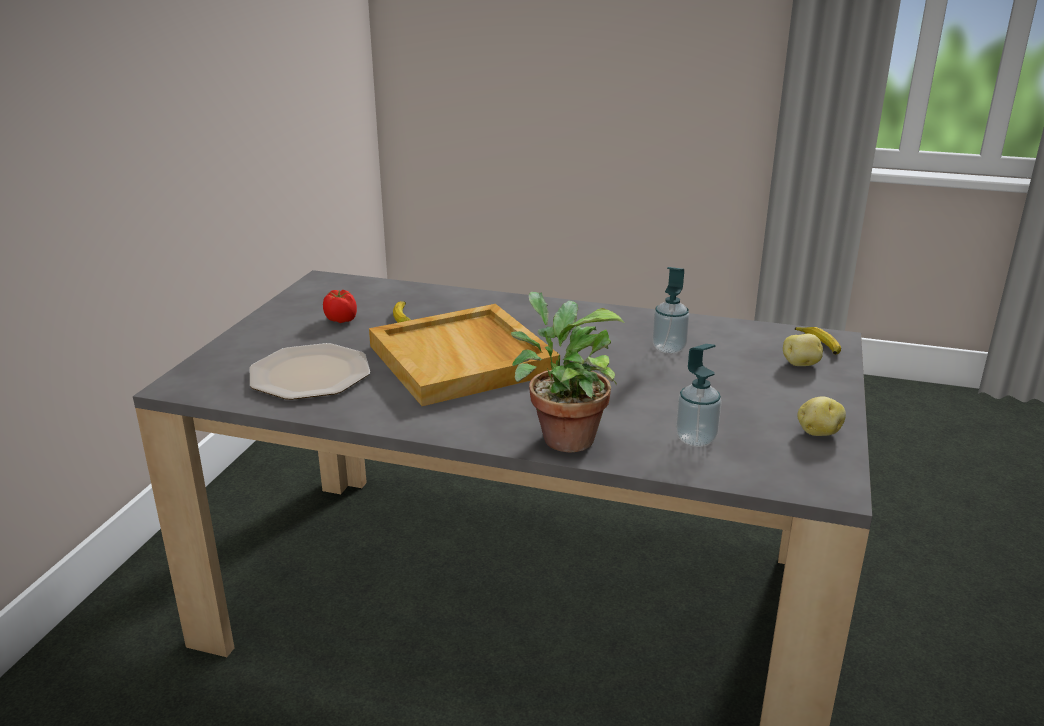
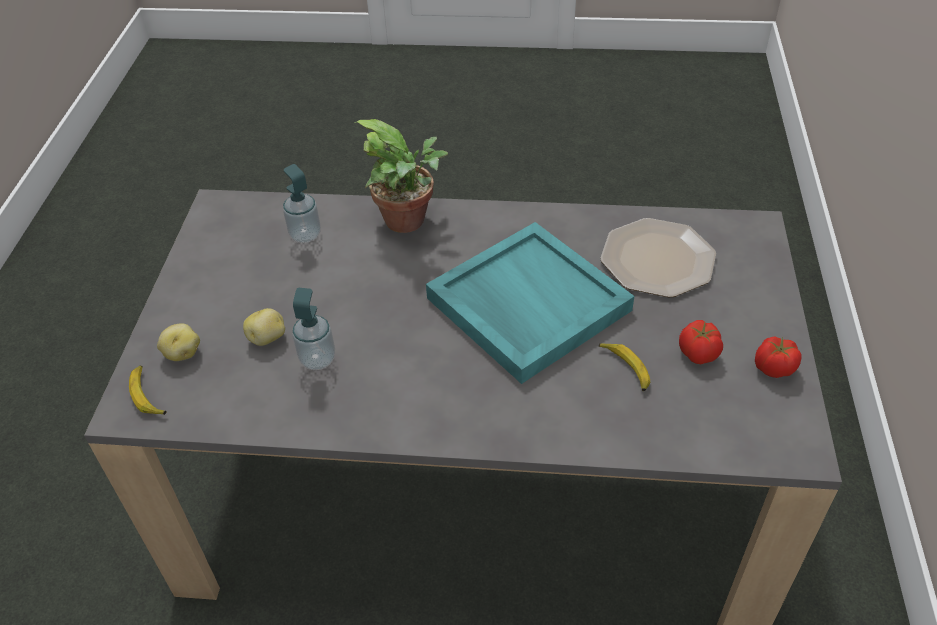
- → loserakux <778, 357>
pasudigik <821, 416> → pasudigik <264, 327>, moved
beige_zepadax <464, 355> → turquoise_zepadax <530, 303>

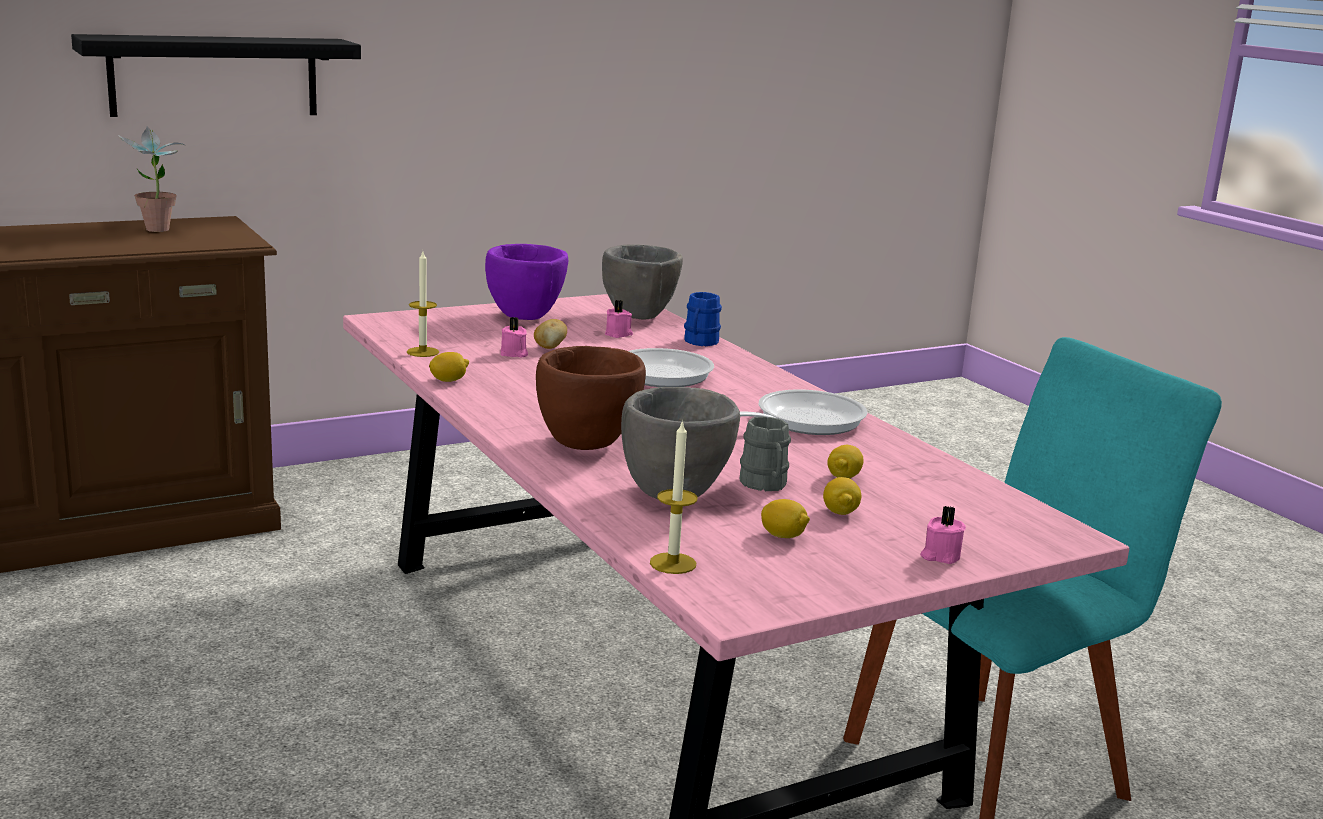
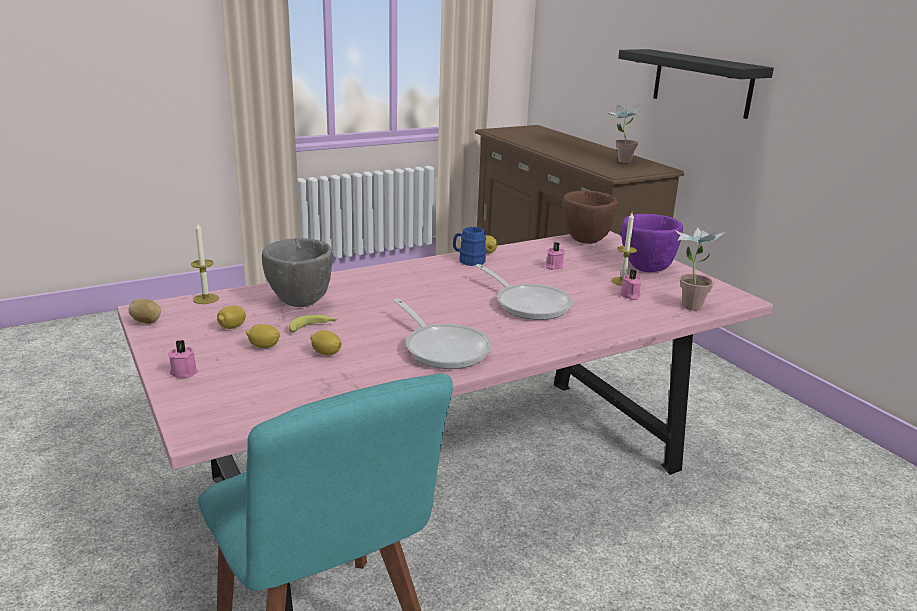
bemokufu <423, 304> → bemokufu <624, 249>, moved
pasudigik <550, 334> → pasudigik <144, 311>, moved
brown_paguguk <591, 398> → brown_paguguk <590, 217>, moved
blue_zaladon <703, 319> → blue_zaladon <470, 246>, moved
grey_paguguk <642, 281> → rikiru <702, 268>
grey_zaladon <765, 453> → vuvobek <313, 324>

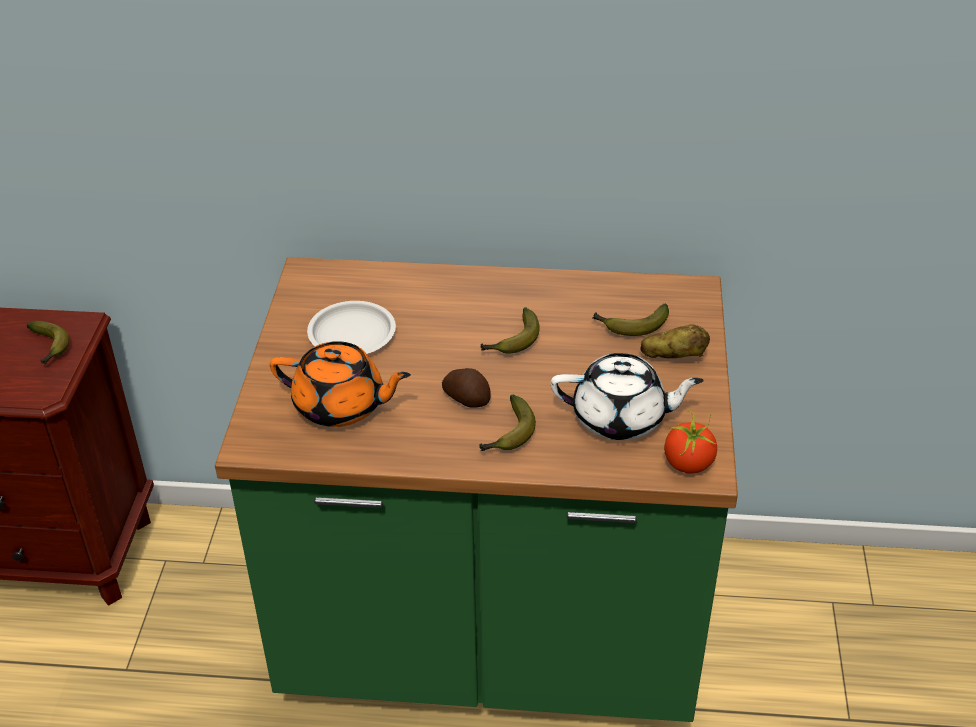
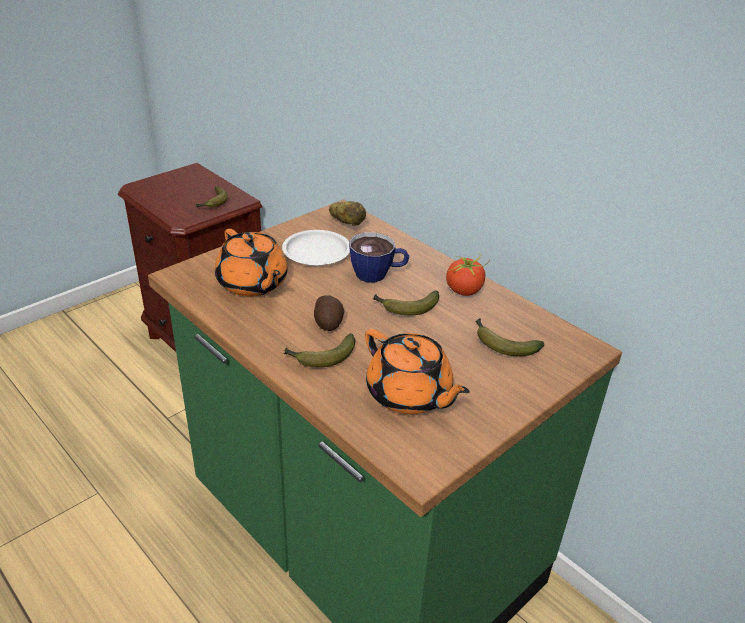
- → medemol <379, 257>
pasudigik <675, 341> → pasudigik <347, 213>, moved
loserakux <690, 441> → loserakux <468, 274>, moved
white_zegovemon <627, 396> → orange_zegovemon <417, 371>

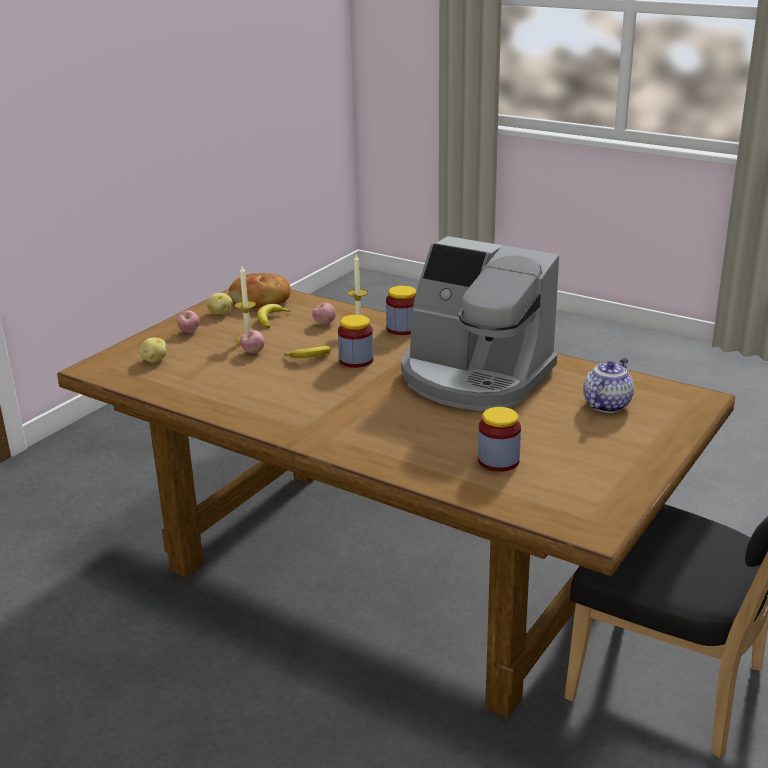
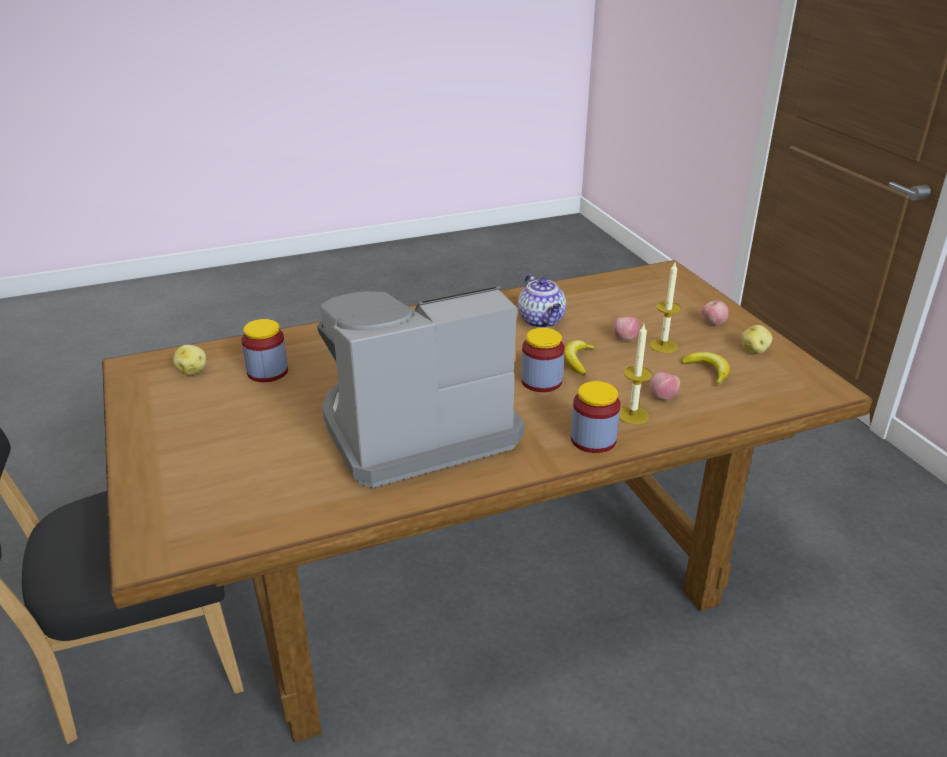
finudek <260, 290> → -
pasudigik <152, 350> → pasudigik <189, 360>, moved
zegovemon <608, 385> → zegovemon <542, 301>, moved

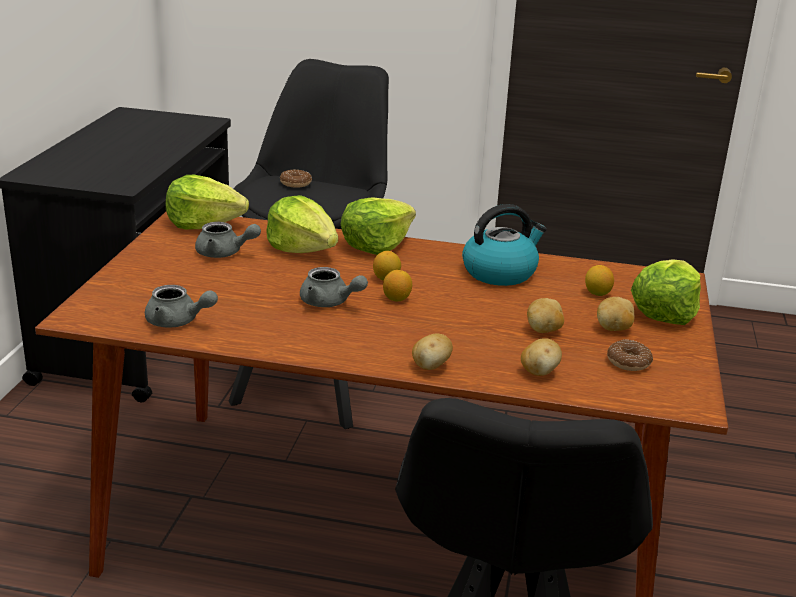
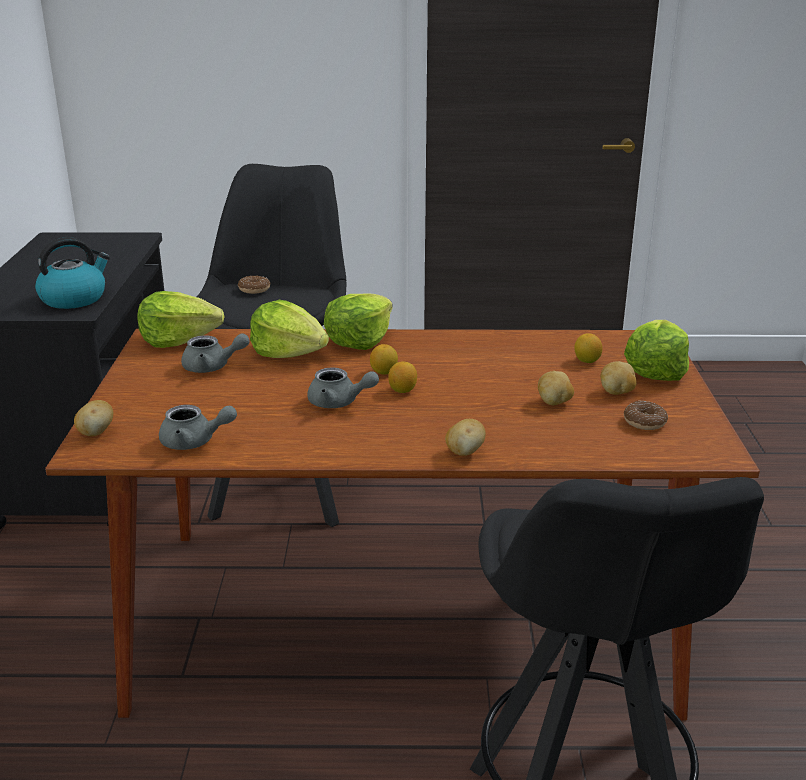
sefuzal <504, 245> → sefuzal <72, 273>, moved
pasudigik <541, 357> → pasudigik <93, 418>, moved

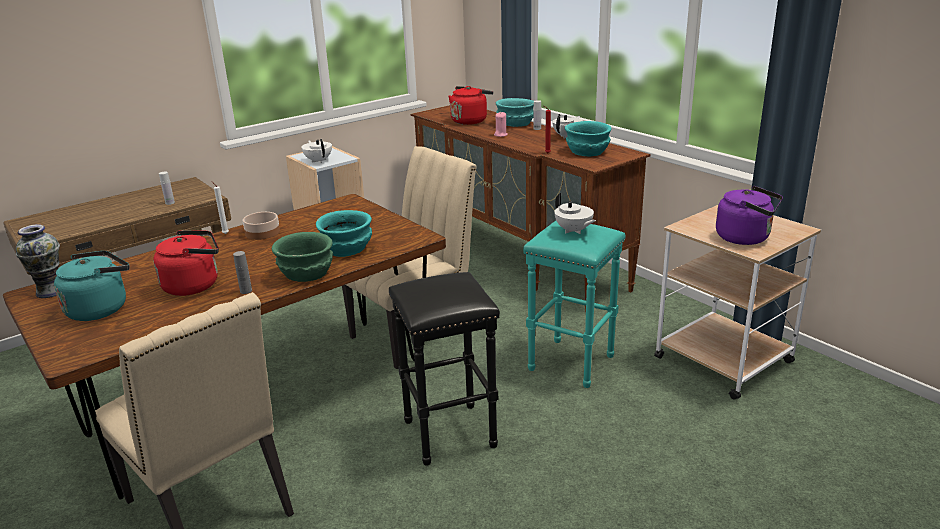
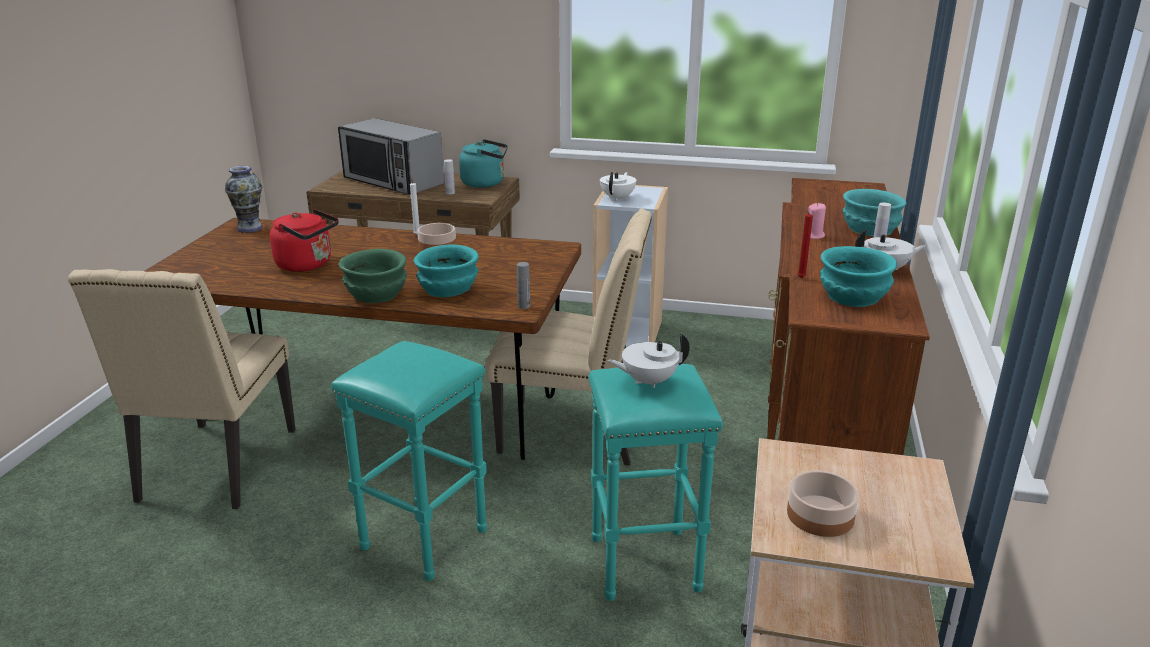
red_sefuzal <471, 105> → -
- → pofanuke <391, 156>
turquoise_sefuzal <92, 286> → turquoise_sefuzal <483, 163>, moved
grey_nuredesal <242, 272> → grey_nuredesal <523, 285>, moved
purple_sefuzal <749, 215> → paguguk <823, 504>
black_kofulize <444, 369> → turquoise_kofulize <409, 461>
white_zegovemon <575, 213> → white_zegovemon <648, 360>, 60 degrees clockwise

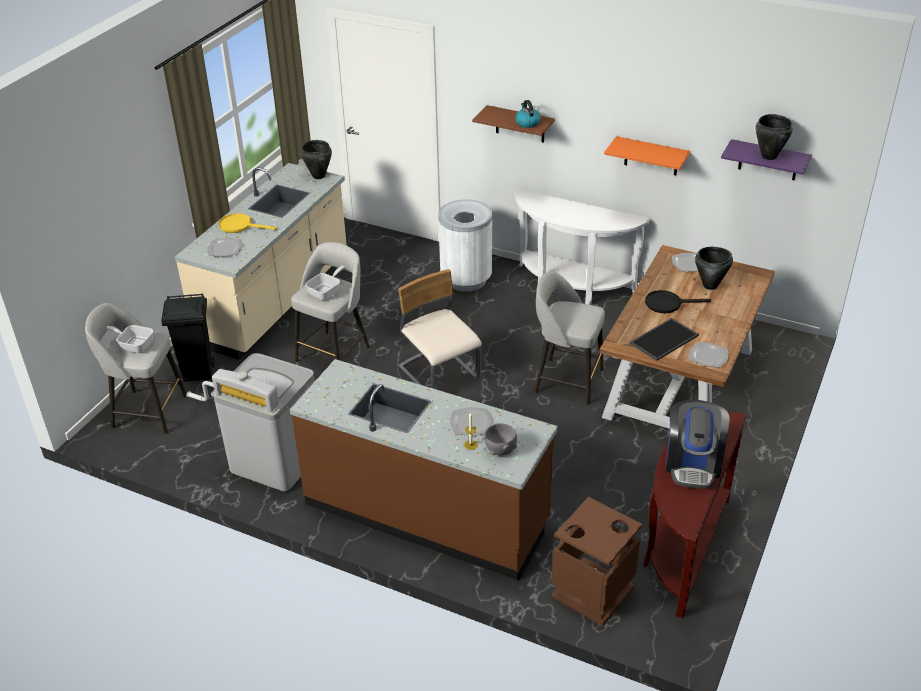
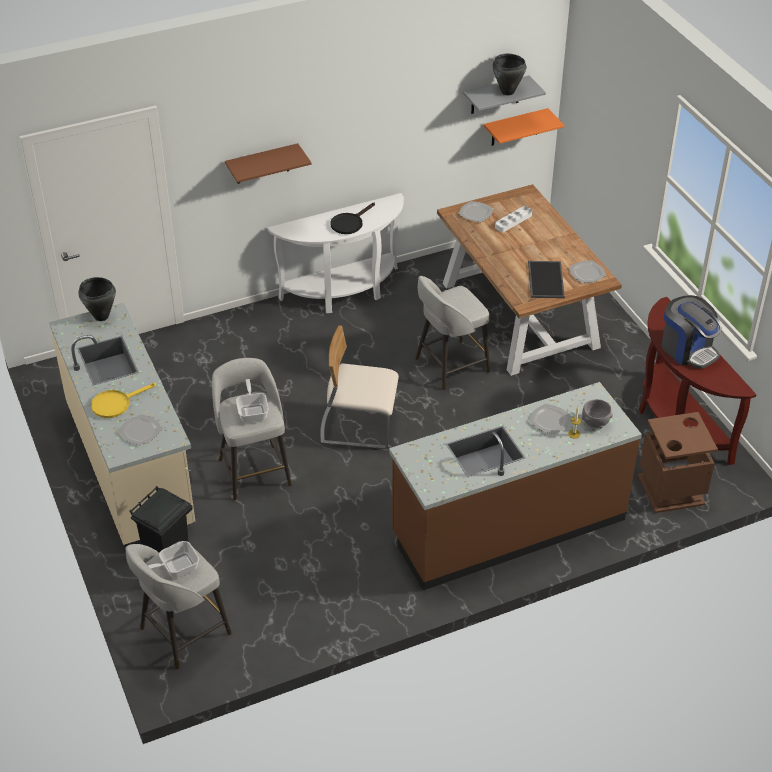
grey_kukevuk <251, 422> → -
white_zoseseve <465, 245> → -
sefuzal <528, 114> → -
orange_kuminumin <647, 155> → orange_kuminumin <524, 127>, moved
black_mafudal <678, 301> → black_mafudal <352, 218>, moved
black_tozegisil <714, 268> → white_zepadax <513, 219>
purple_kuminumin <766, 159> → grey_kuminumin <504, 95>

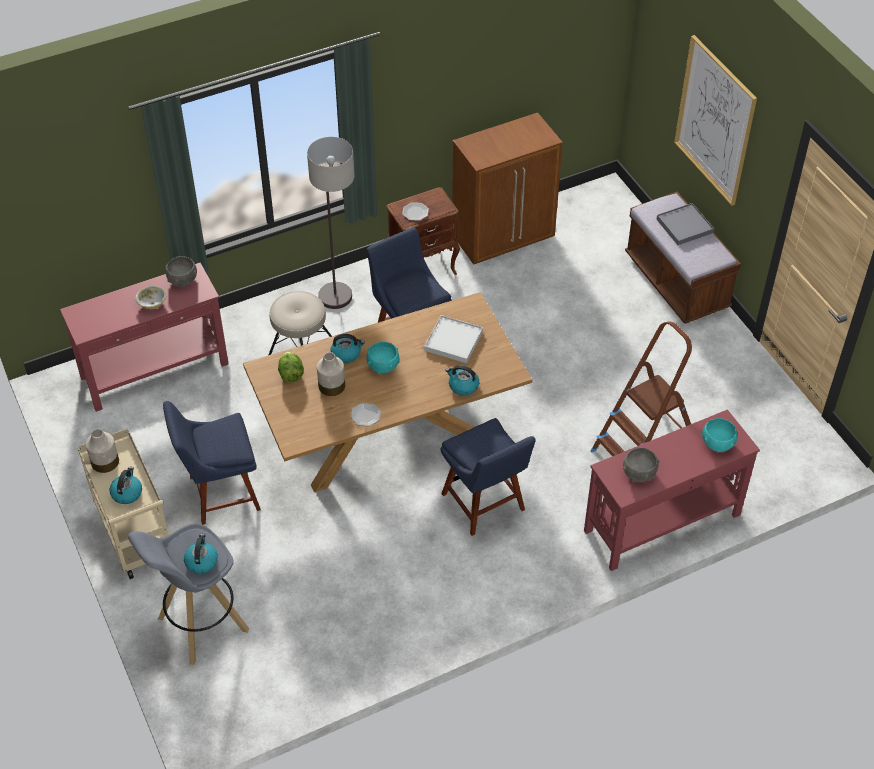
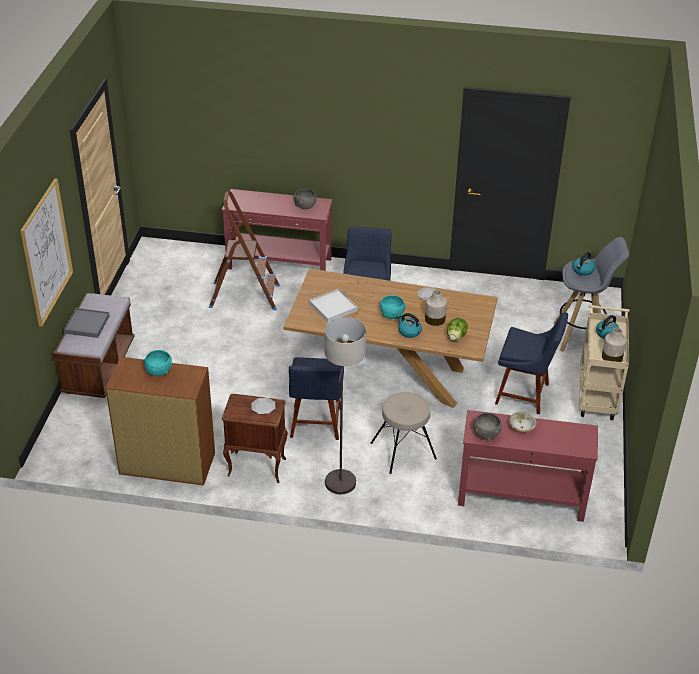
sefuzal <462, 380> → -
turquoise_paguguk <719, 435> → turquoise_paguguk <157, 363>, moved

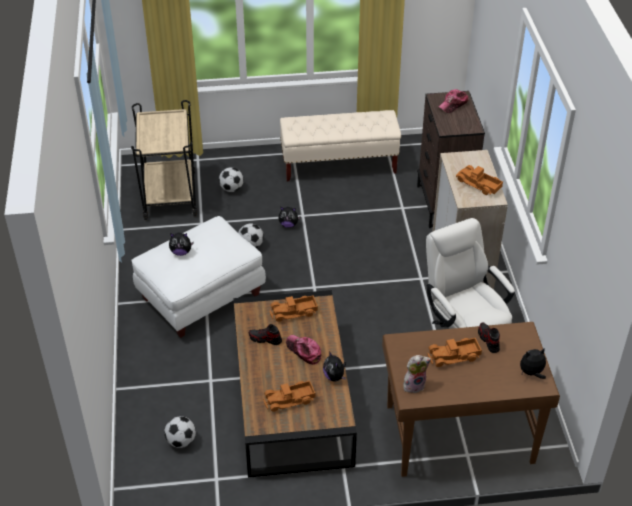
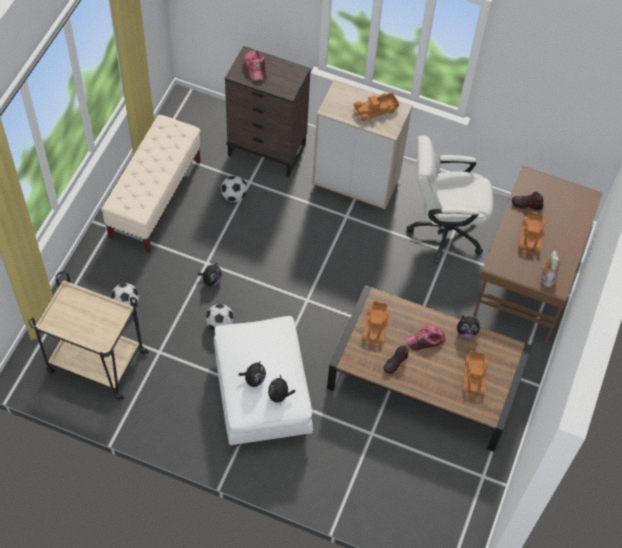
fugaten <180, 432> → fugaten <234, 189>, moved
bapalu <533, 363> → bapalu <281, 390>, moved

